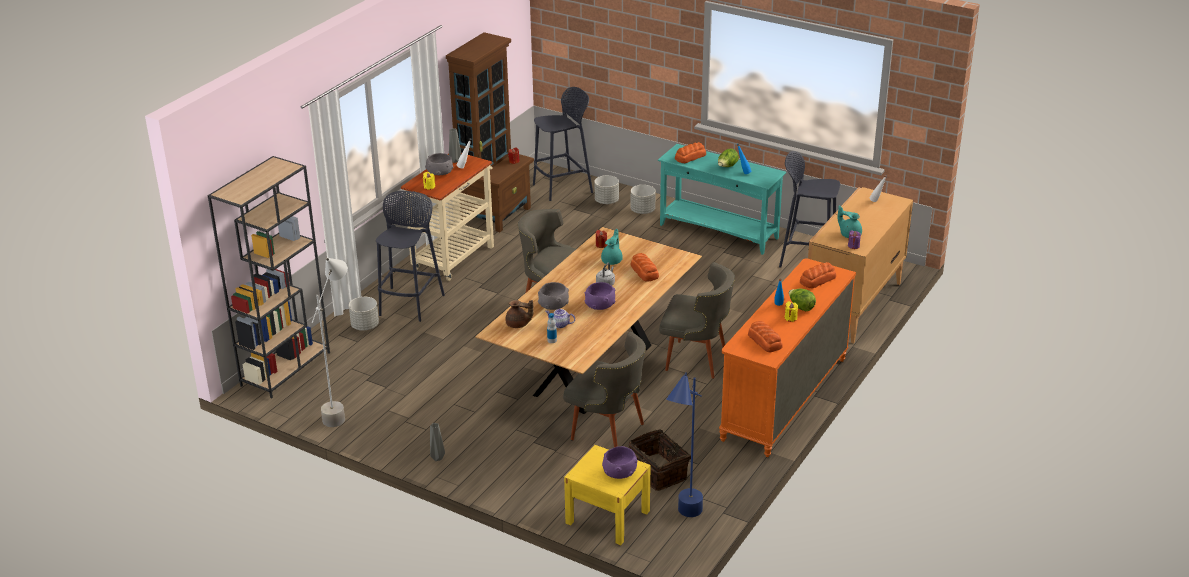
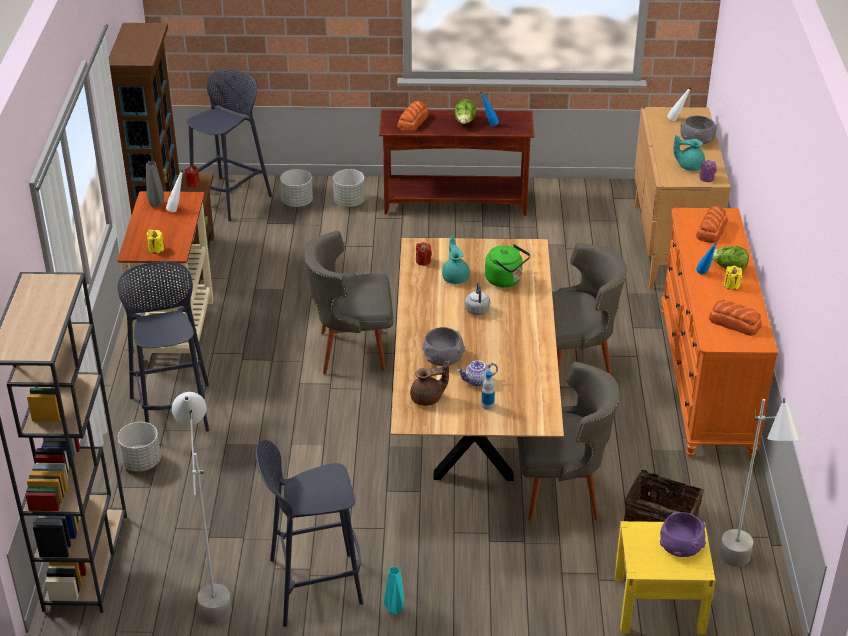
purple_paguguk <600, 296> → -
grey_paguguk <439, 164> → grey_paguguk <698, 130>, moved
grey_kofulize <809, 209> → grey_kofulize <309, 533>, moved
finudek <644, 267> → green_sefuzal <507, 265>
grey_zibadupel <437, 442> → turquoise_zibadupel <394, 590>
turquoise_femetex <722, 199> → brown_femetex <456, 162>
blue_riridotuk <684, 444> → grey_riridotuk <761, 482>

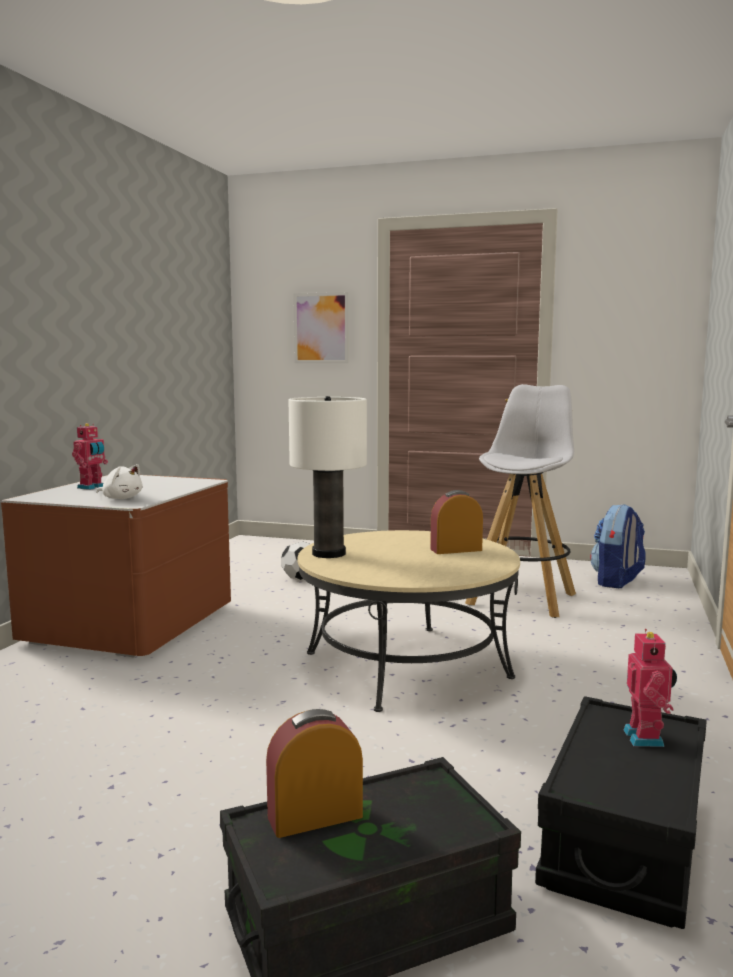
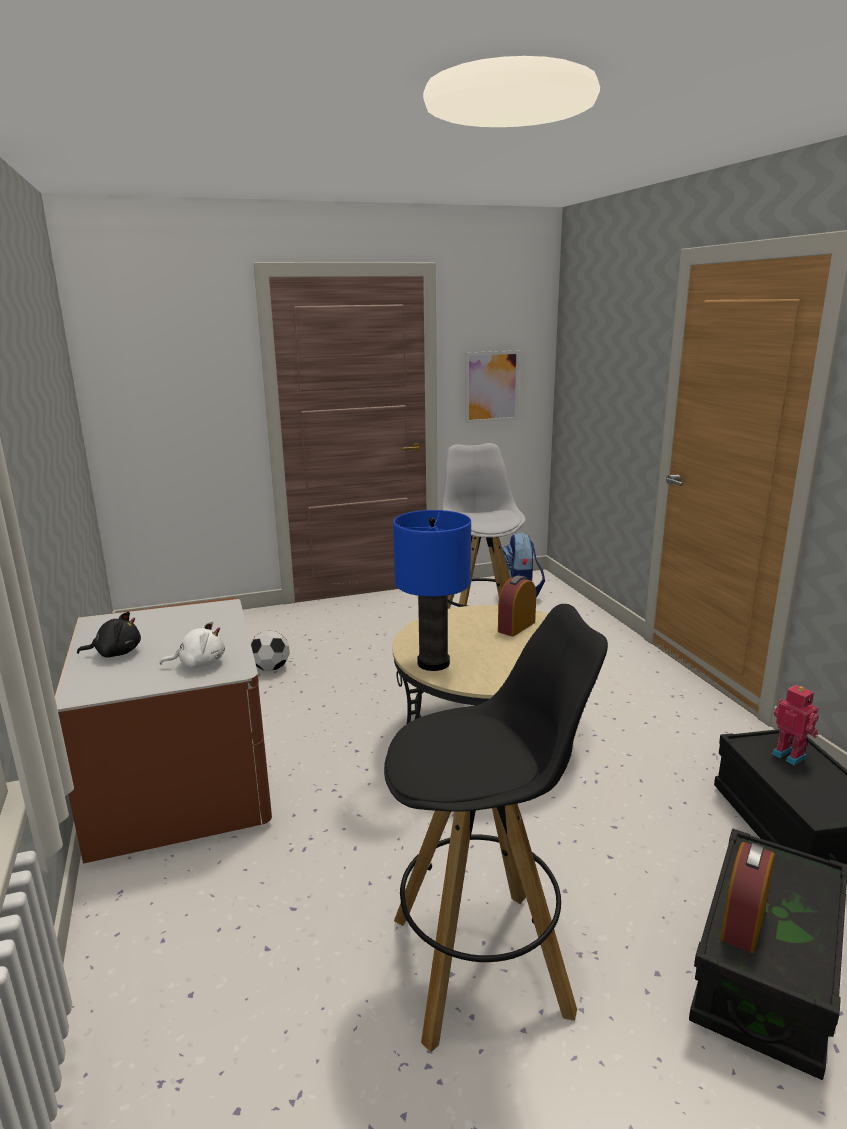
- → black_kofulize <496, 828>
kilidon <321, 327> → kilidon <492, 387>, moved
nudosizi <90, 456> → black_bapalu <109, 635>
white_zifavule <328, 477> → blue_zifavule <432, 590>

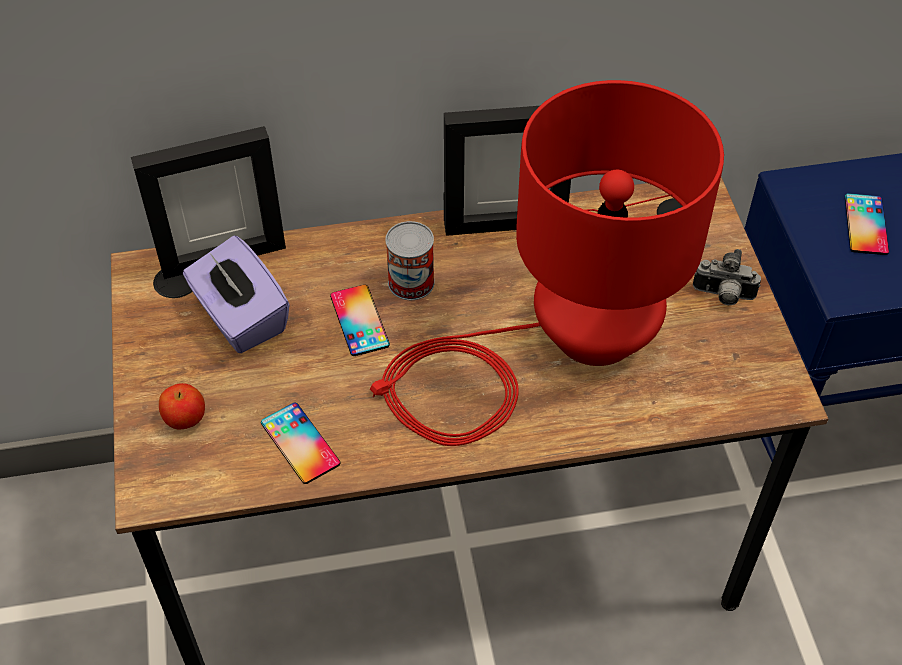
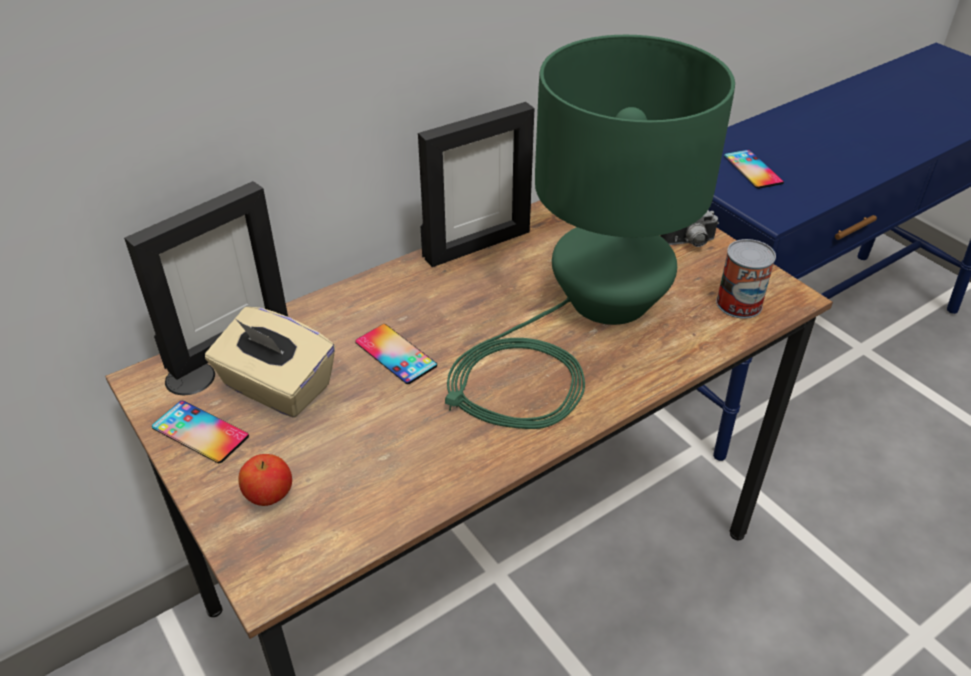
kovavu <300, 443> → kovavu <200, 432>, moved
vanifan <410, 260> → vanifan <746, 279>, moved
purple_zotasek <236, 294> → beige_zotasek <270, 362>
red_zifavule <547, 263> → green_zifavule <590, 232>

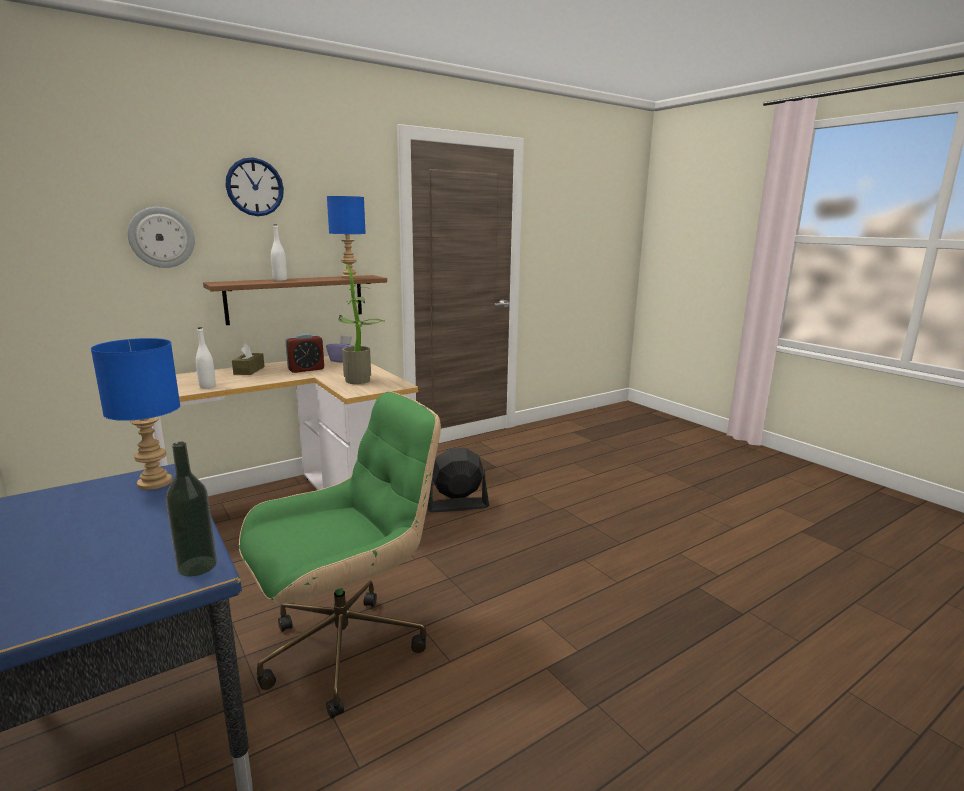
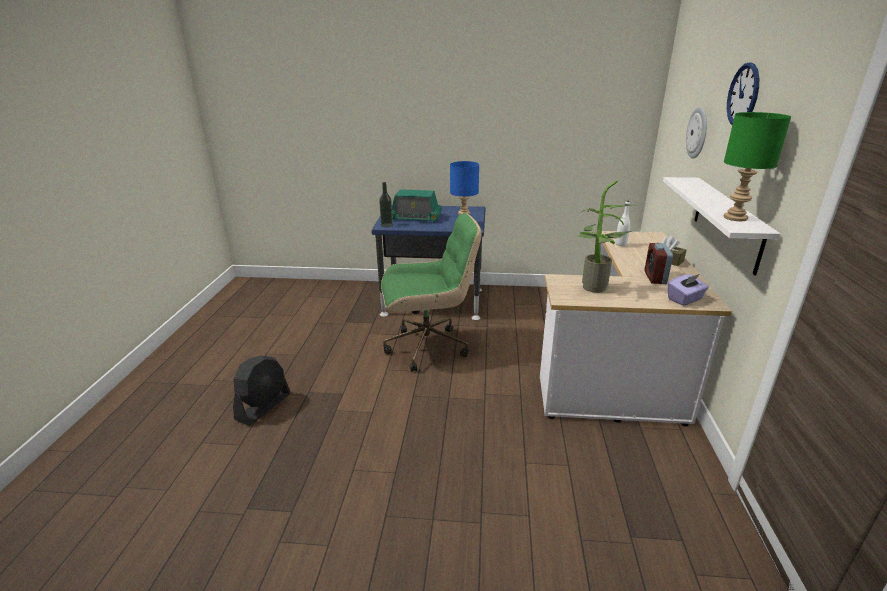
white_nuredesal <279, 252> → -
- → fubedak <417, 206>
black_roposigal <458, 480> → black_roposigal <262, 391>, moved
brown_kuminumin <295, 300> → white_kuminumin <721, 226>
blue_zifavule <346, 237> → green_zifavule <757, 166>
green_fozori <340, 555> → green_fozori <431, 292>, 105 degrees counterclockwise

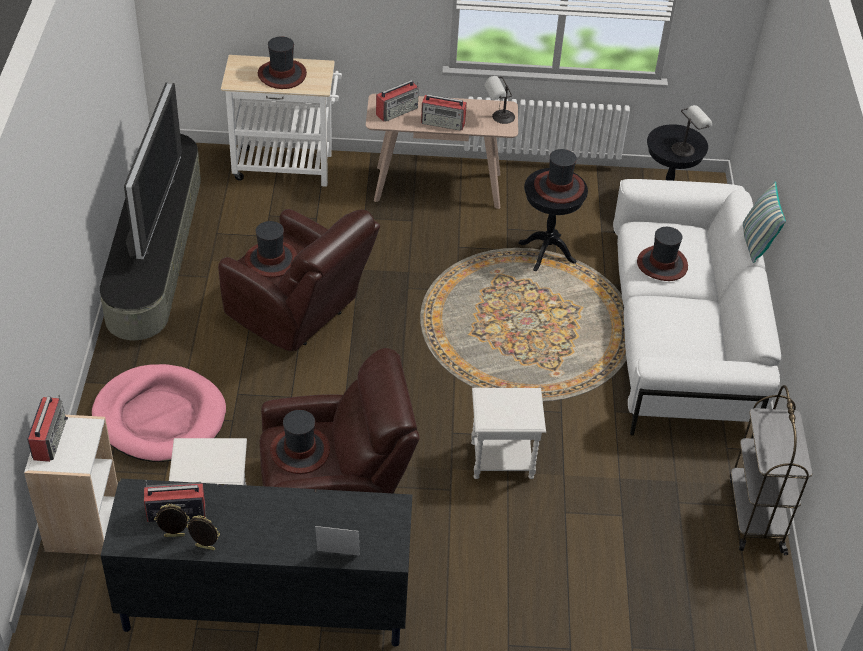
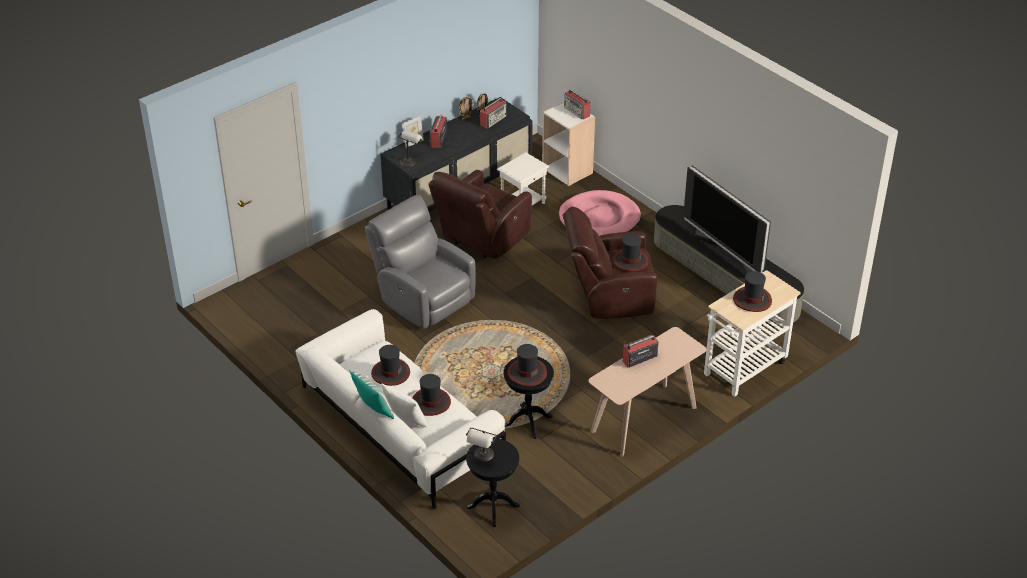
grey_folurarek <771, 470> → -
- → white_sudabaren <404, 405>
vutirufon <300, 442> → vutirufon <390, 365>, moved
fubedak <397, 101> → fubedak <438, 131>, moved
zifavule <499, 100> → zifavule <410, 148>, moved
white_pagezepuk <508, 433> → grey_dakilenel <420, 262>

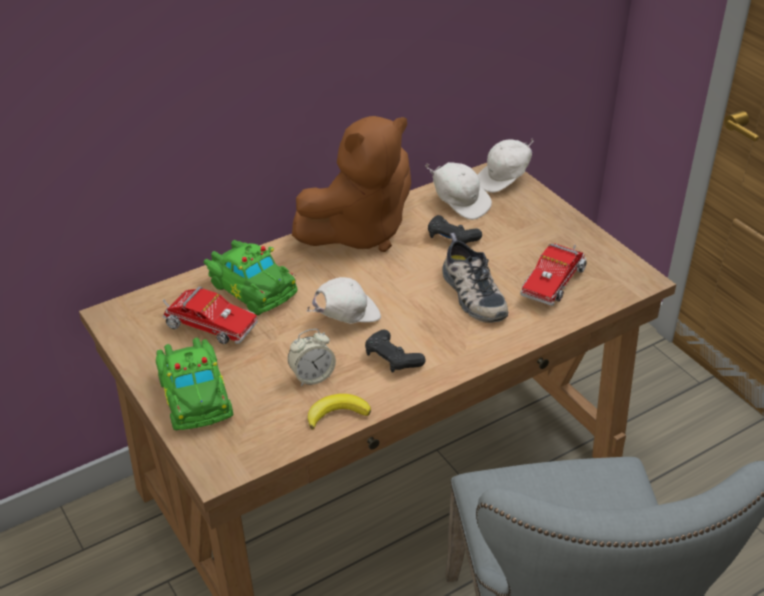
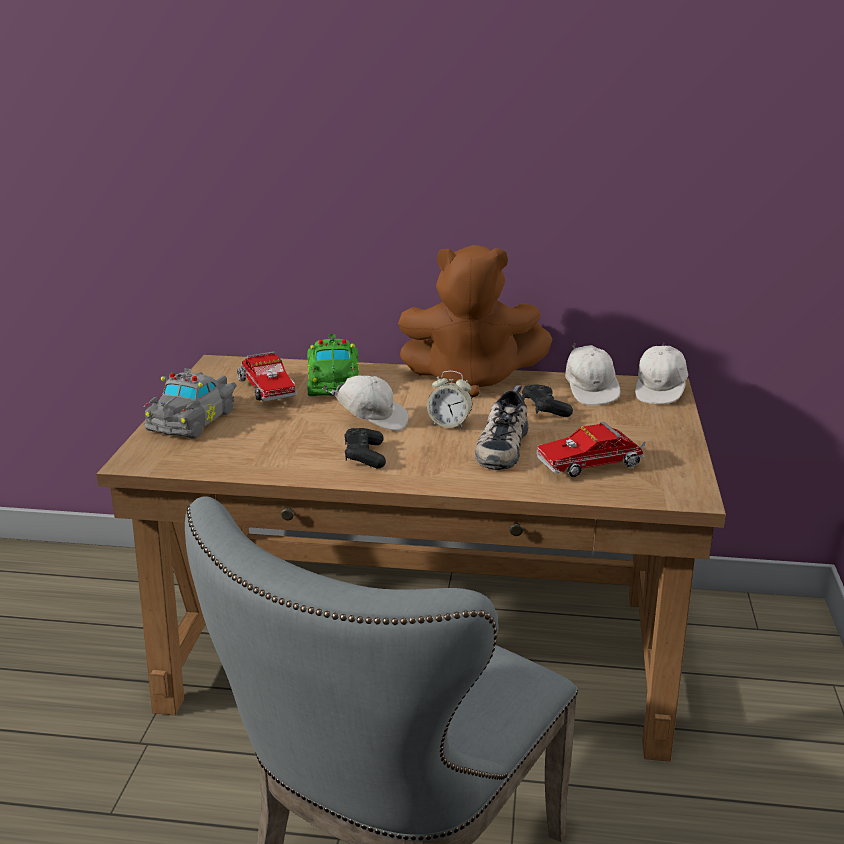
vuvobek <339, 412> → -
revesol <312, 357> → revesol <449, 400>, moved
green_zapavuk <194, 384> → grey_zapavuk <190, 403>
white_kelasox <505, 166> → white_kelasox <661, 373>, 75 degrees counterclockwise

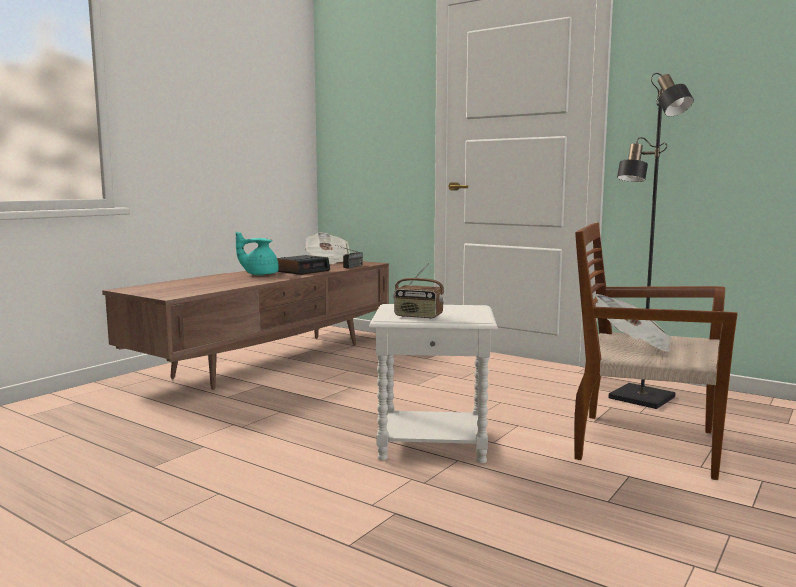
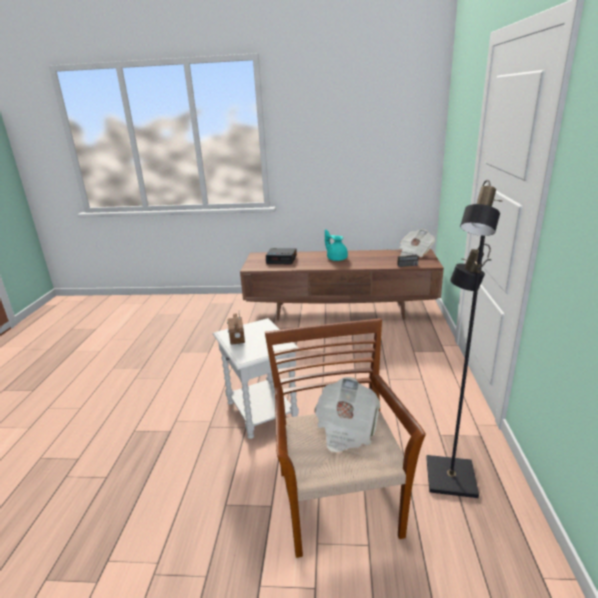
revesol <303, 265> → revesol <281, 256>, moved

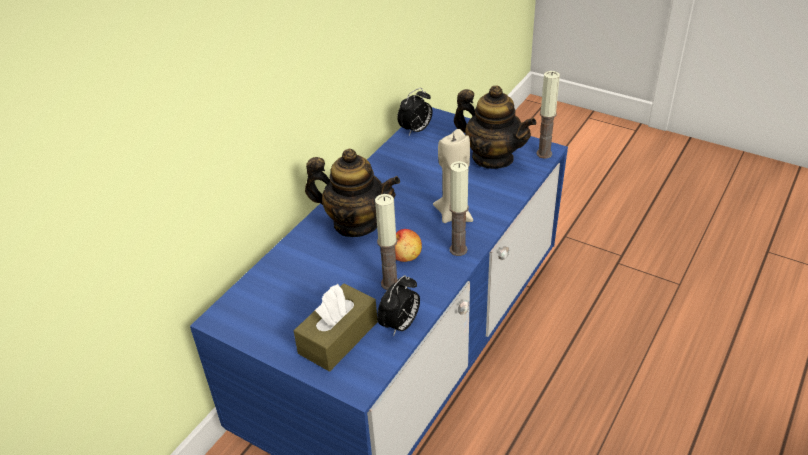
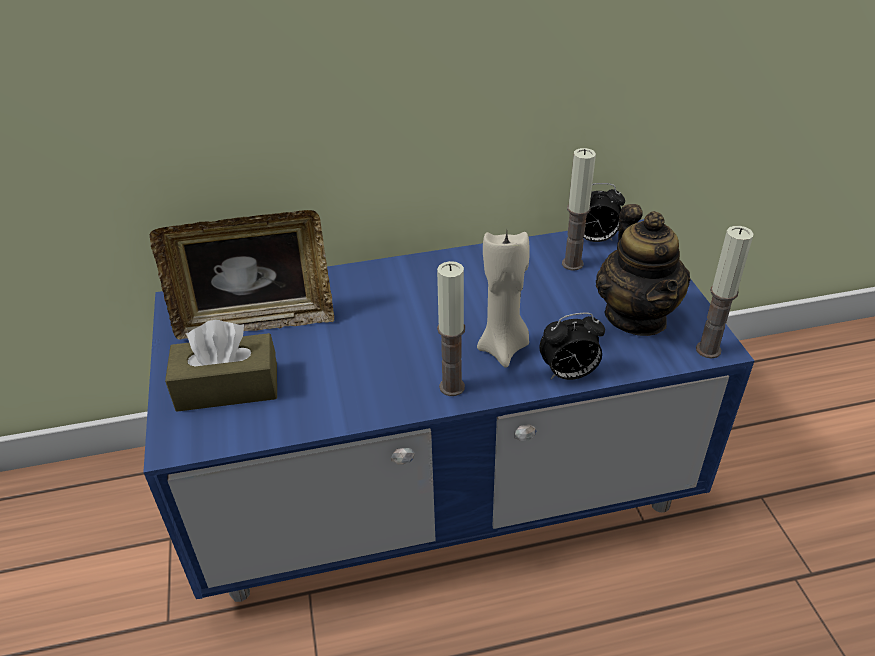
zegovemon <352, 193> → -
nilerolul <408, 245> → -
- → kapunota <242, 275>
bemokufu <386, 242> → bemokufu <579, 209>, moved
revesol <398, 305> → revesol <572, 346>, moved

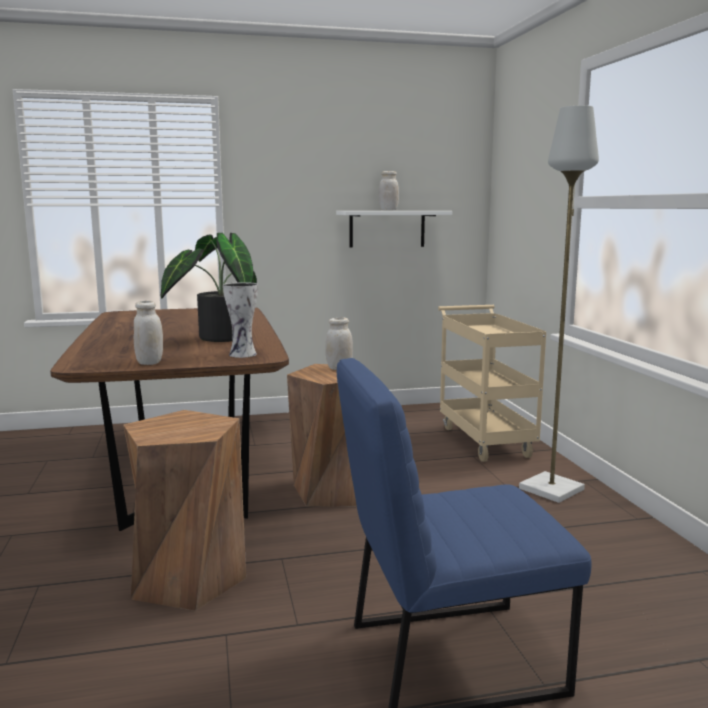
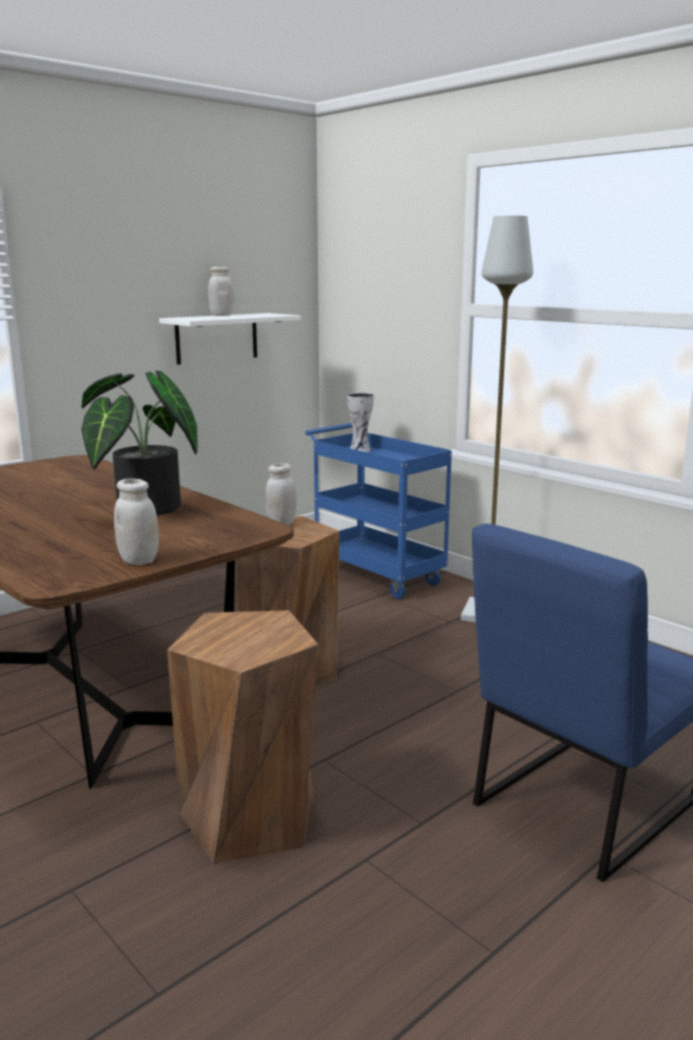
zibadupel <240, 320> → zibadupel <360, 422>, moved
beige_folurarek <492, 383> → blue_folurarek <378, 511>

